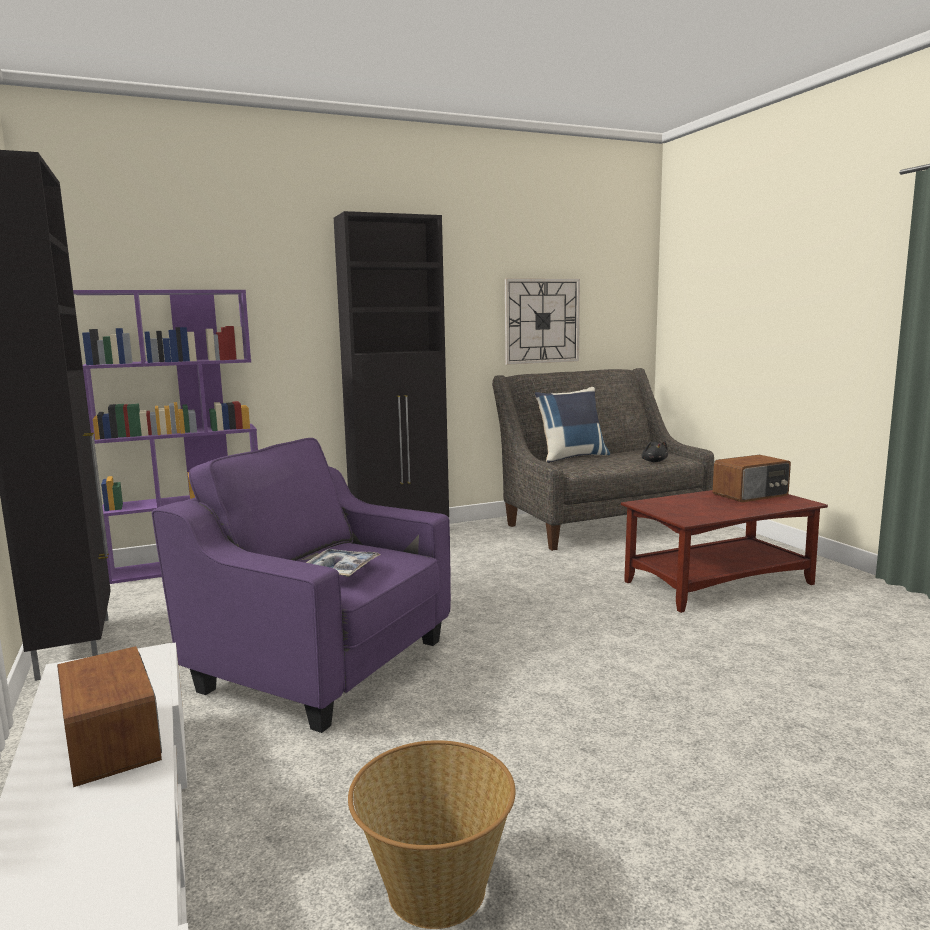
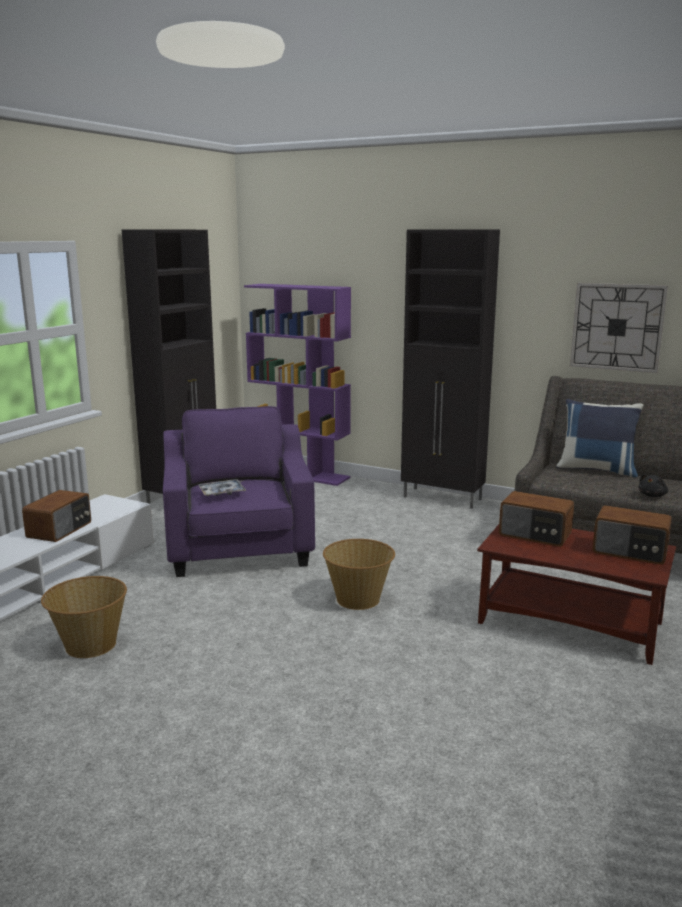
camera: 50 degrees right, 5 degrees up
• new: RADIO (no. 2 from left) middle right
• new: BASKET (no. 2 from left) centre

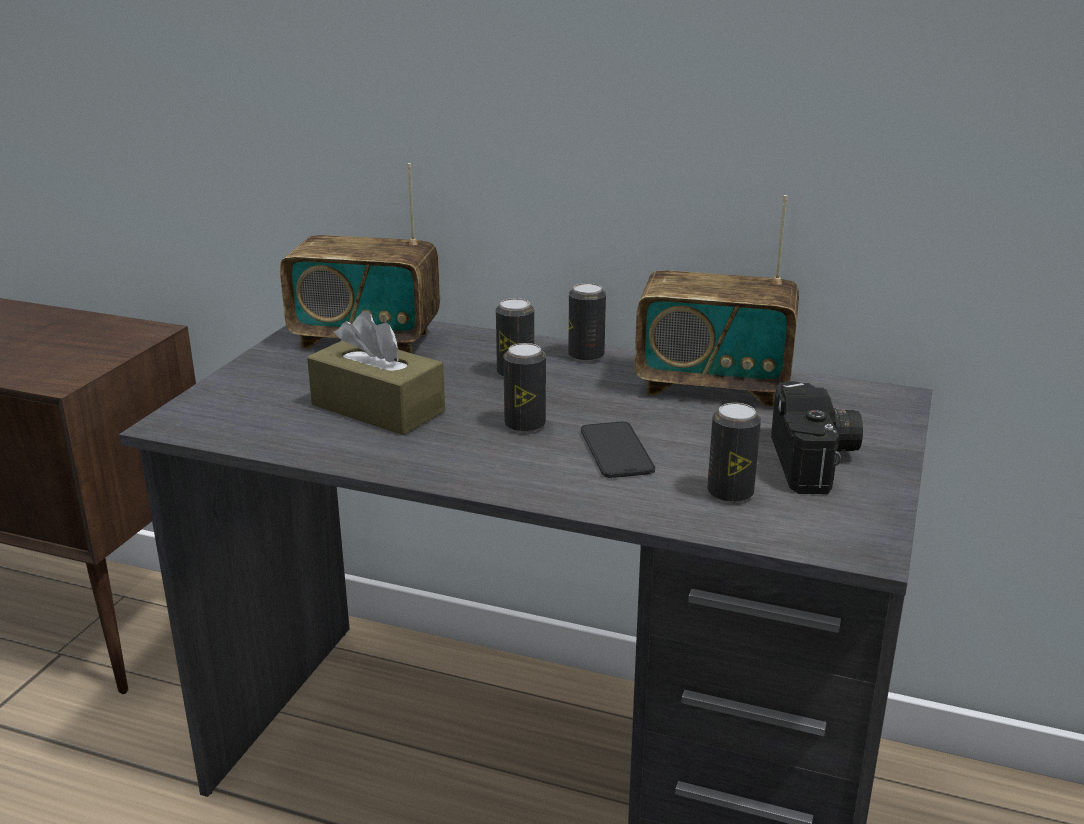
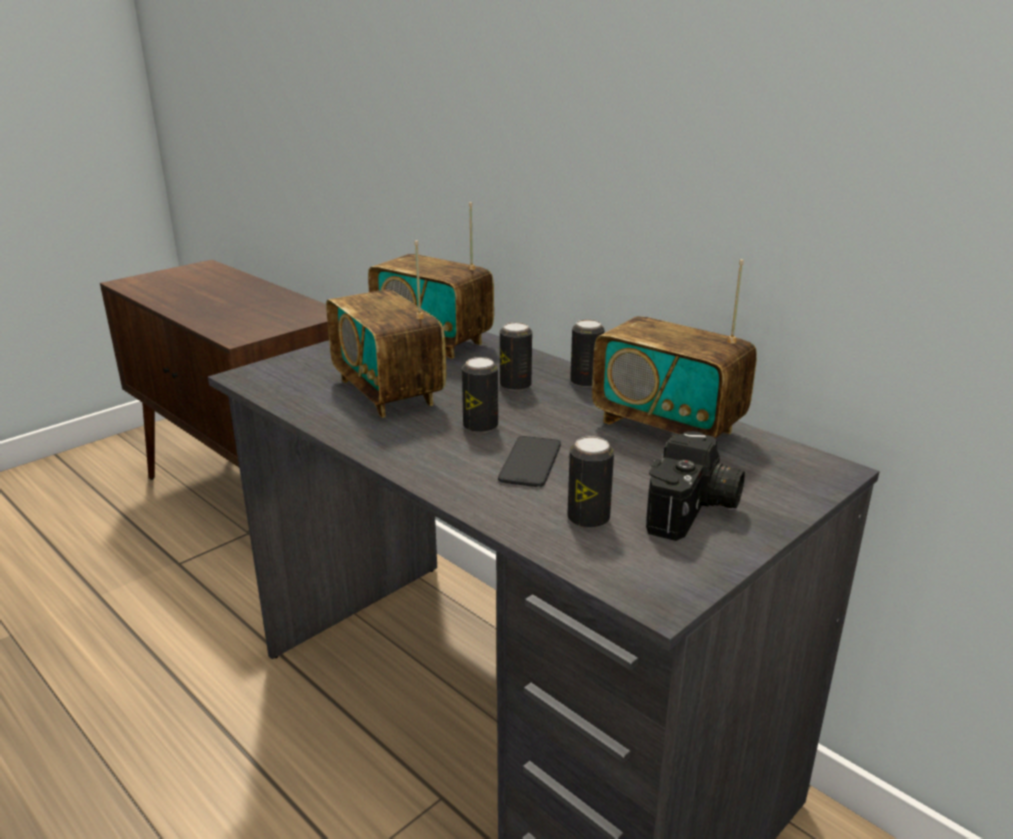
camera: 25 degrees right, 0 degrees up
• swapped: BROWN TISSUE BOX centre to RADIO (no. 1 from left) centre

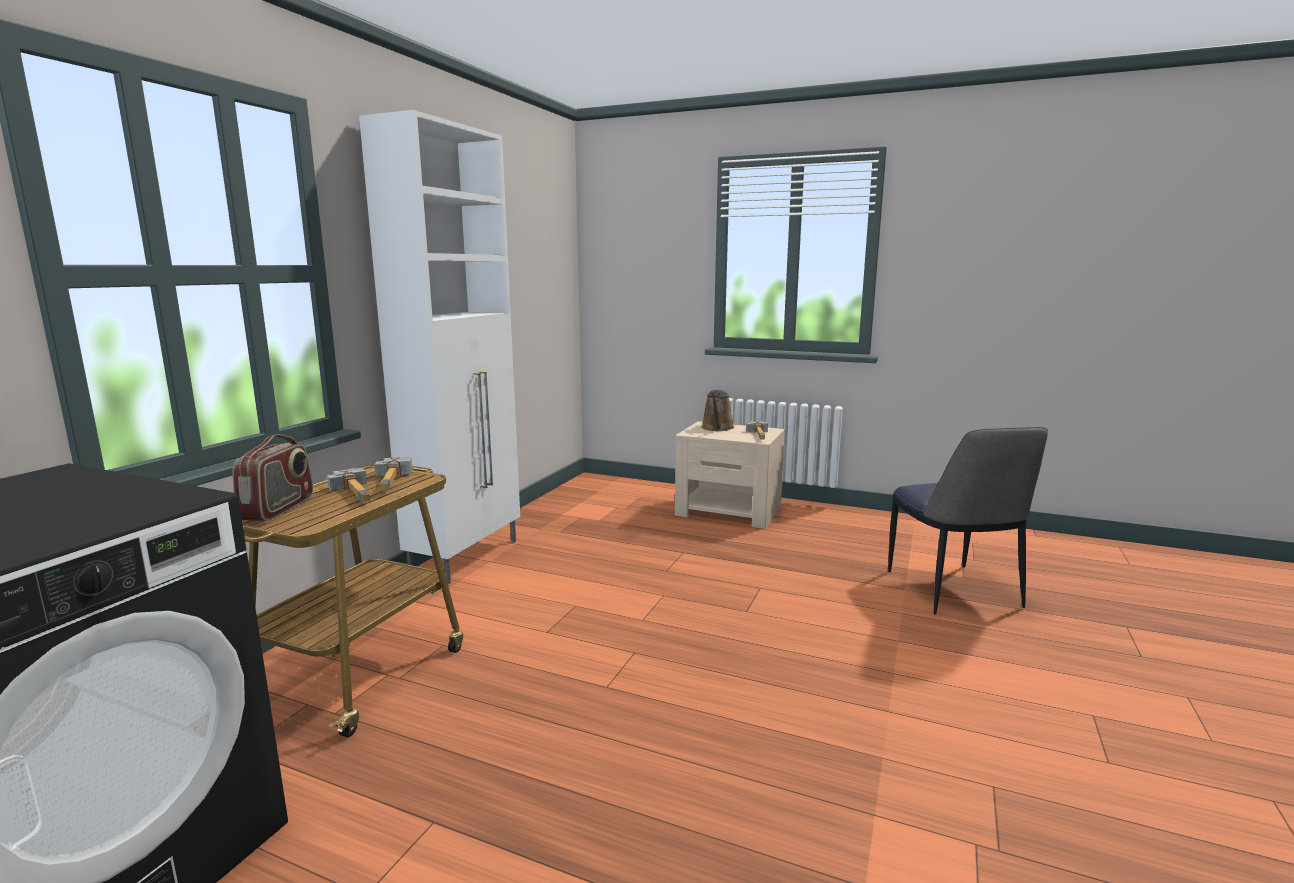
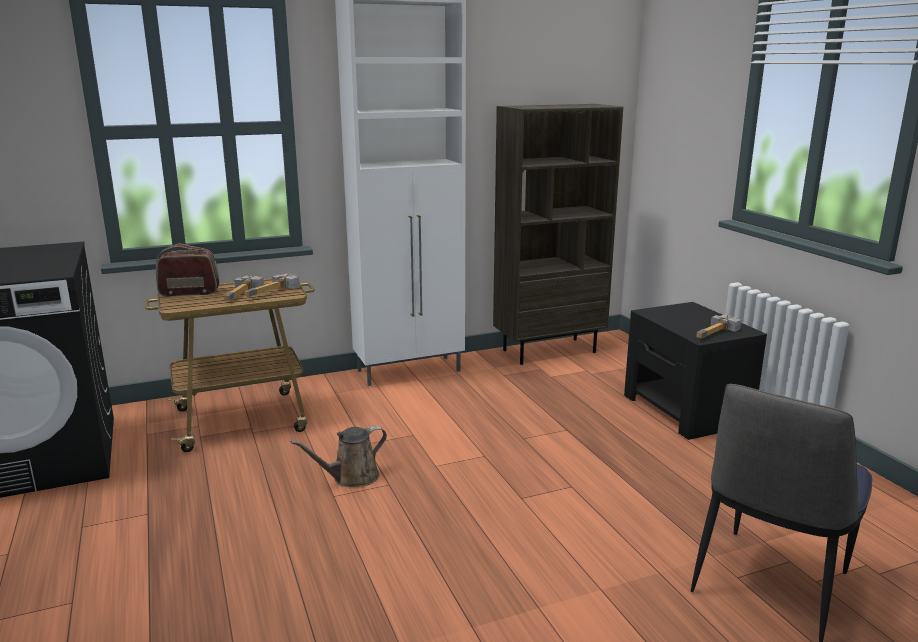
camera: 45 degrees right, 5 degrees up
• shifted: BROWN WATERING CAN centre to bottom centre
• repainted: BEIGE NIGHTSTAND centre to BLACK NIGHTSTAND middle right
• rotated: RADIO middle left = middle left 150 degrees counterclockwise
• new: BROWN BOOKCASE centre

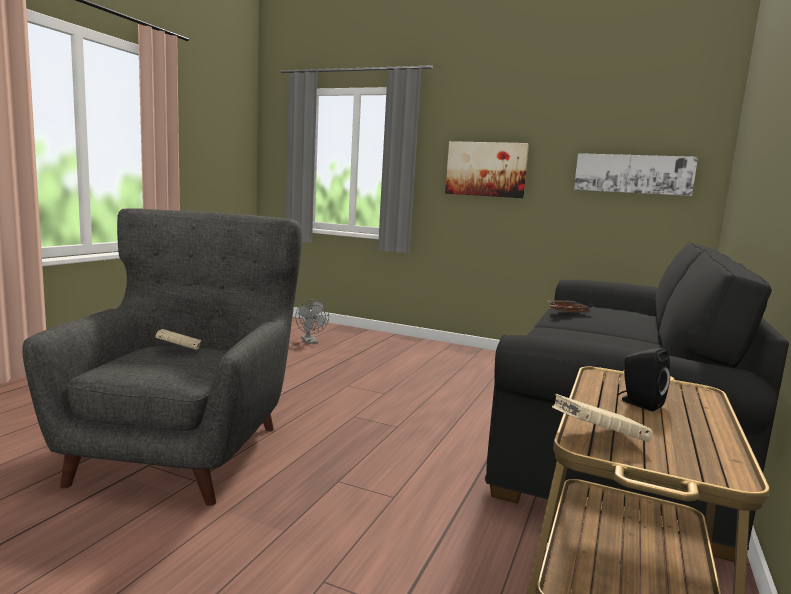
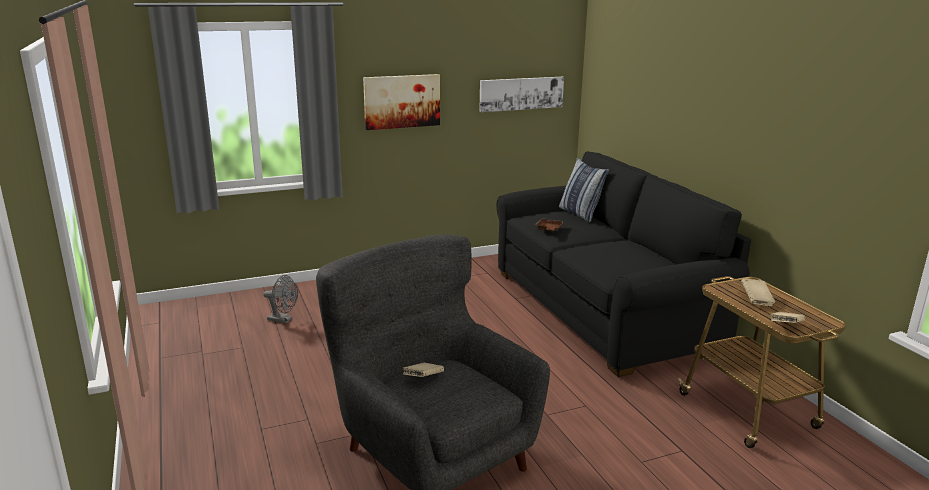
camera: 45 degrees left, 10 degrees up
• swapped: BLACK SPEAKER middle right to BEIGE BOOK (no. 2 from left) middle right
• new: PILLOW centre

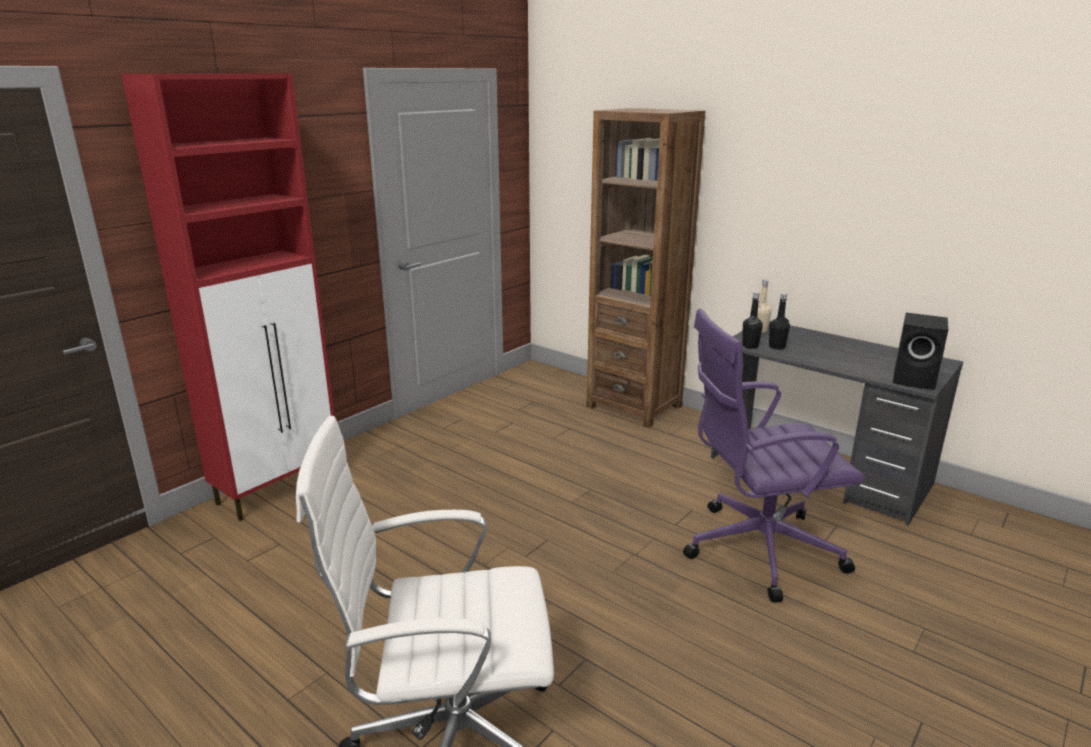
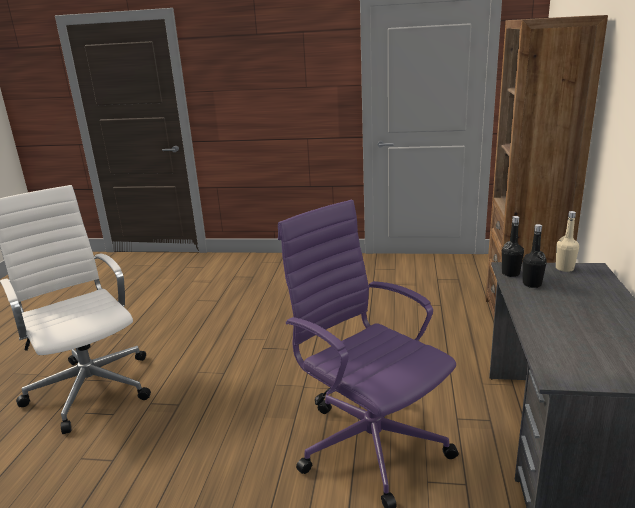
camera: 60 degrees right, 0 degrees up
• gone: RED CABINET middle left
• gone: BLACK SPEAKER middle right

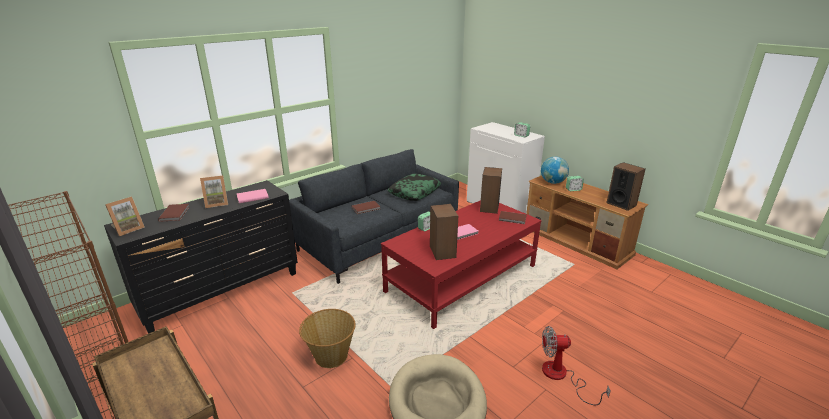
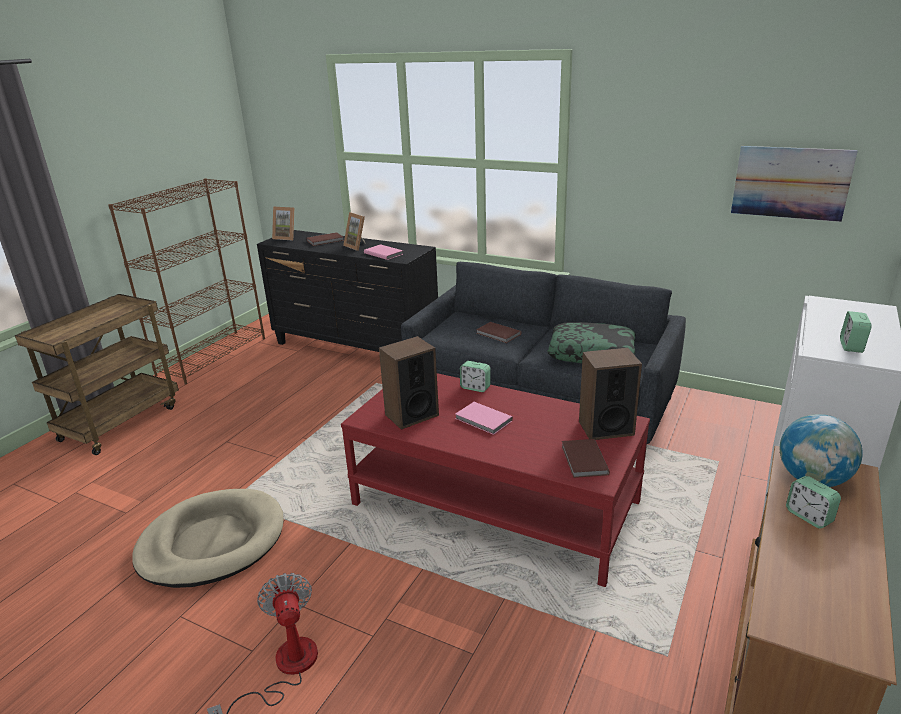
camera: 70 degrees right, 0 degrees up
• gone: SPEAKER (no. 3 from left) middle right
• gone: BASKET bottom centre
• new: PICTURE top right

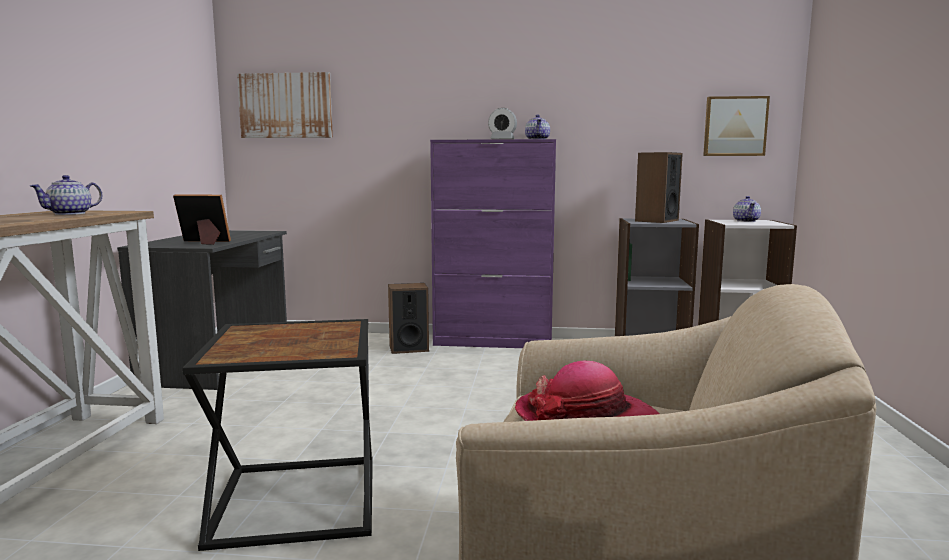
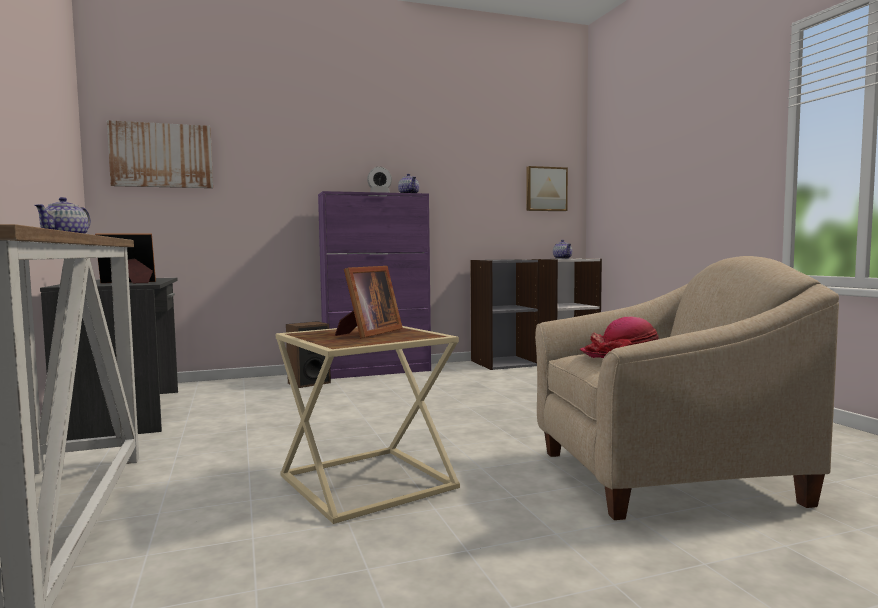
camera: 25 degrees left, 5 degrees down
• gone: SPEAKER (no. 2 from left) middle right
• repainted: BLACK SIDE TABLE bottom left to BEIGE SIDE TABLE bottom centre
• new: PICTURE FRAME (no. 2 from left) centre

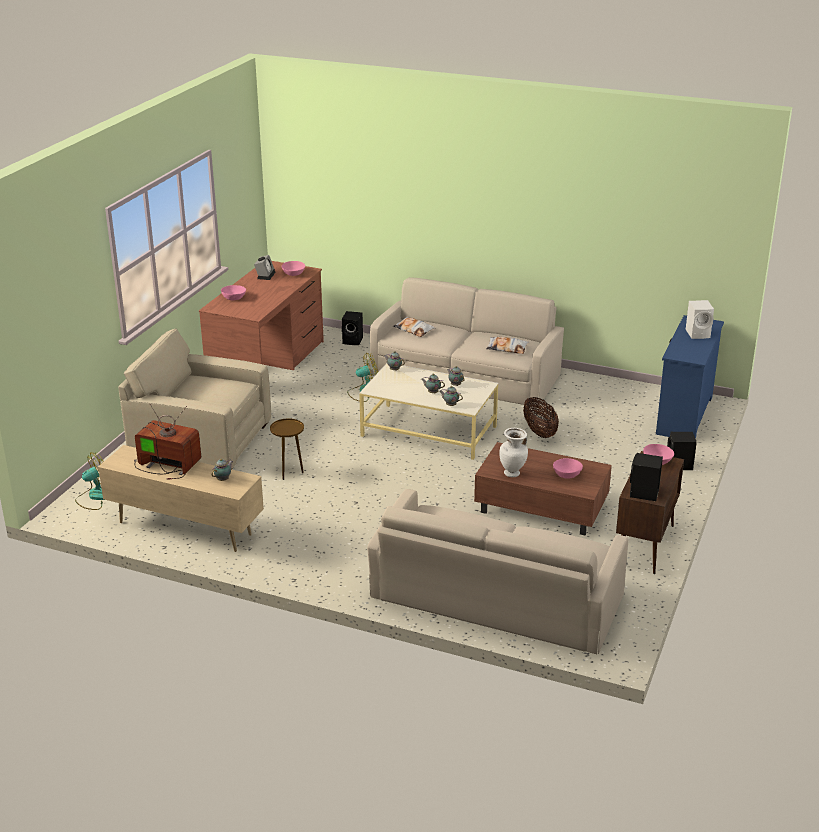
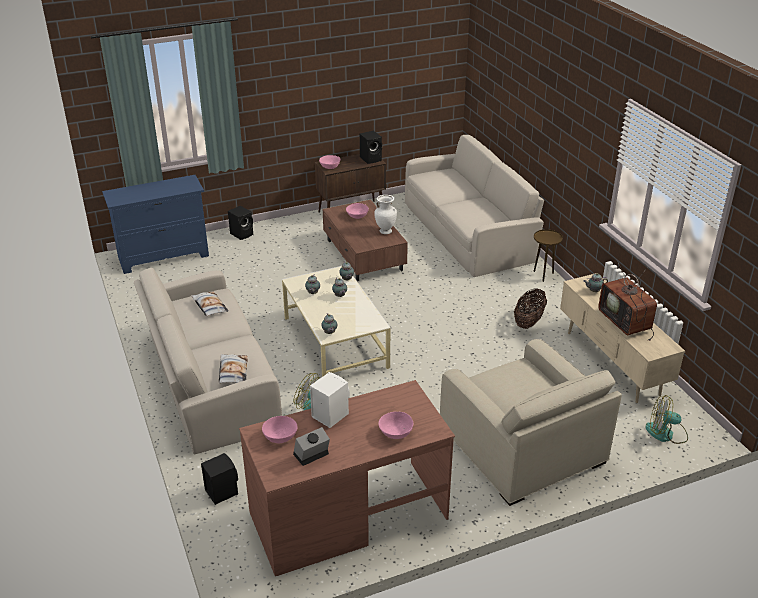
camera: 135 degrees left, 5 degrees up
• shifted: WHITE SPEAKER middle right to bottom centre
• shifted: BASKET centre to middle right
• shifted: BROWN SIDE TABLE centre to middle right

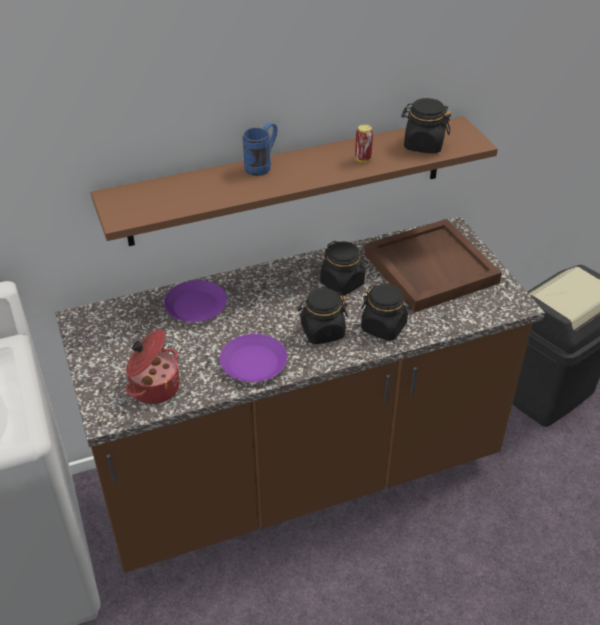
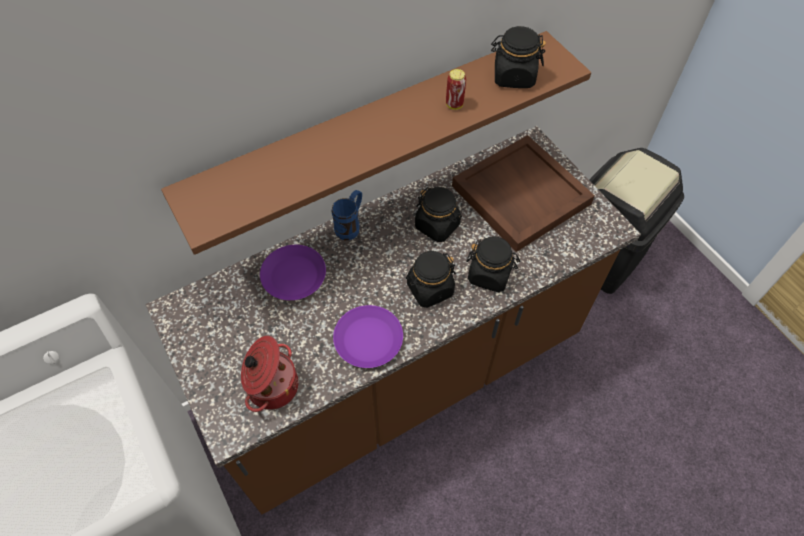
camera: 10 degrees left, 15 degrees up
• shifted: BLUE MUG top centre to centre

